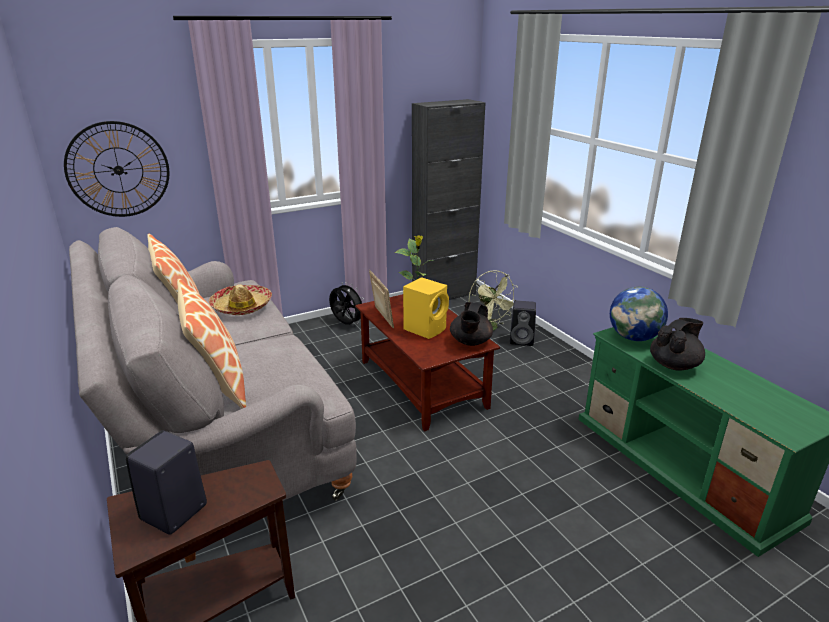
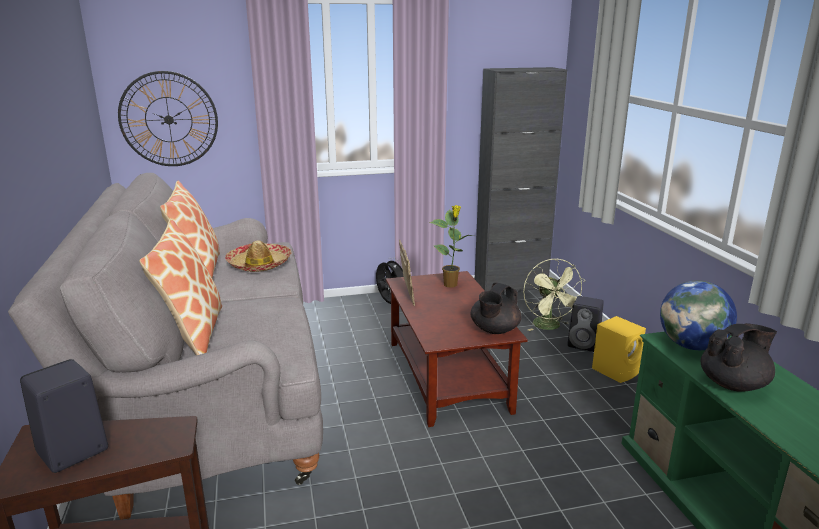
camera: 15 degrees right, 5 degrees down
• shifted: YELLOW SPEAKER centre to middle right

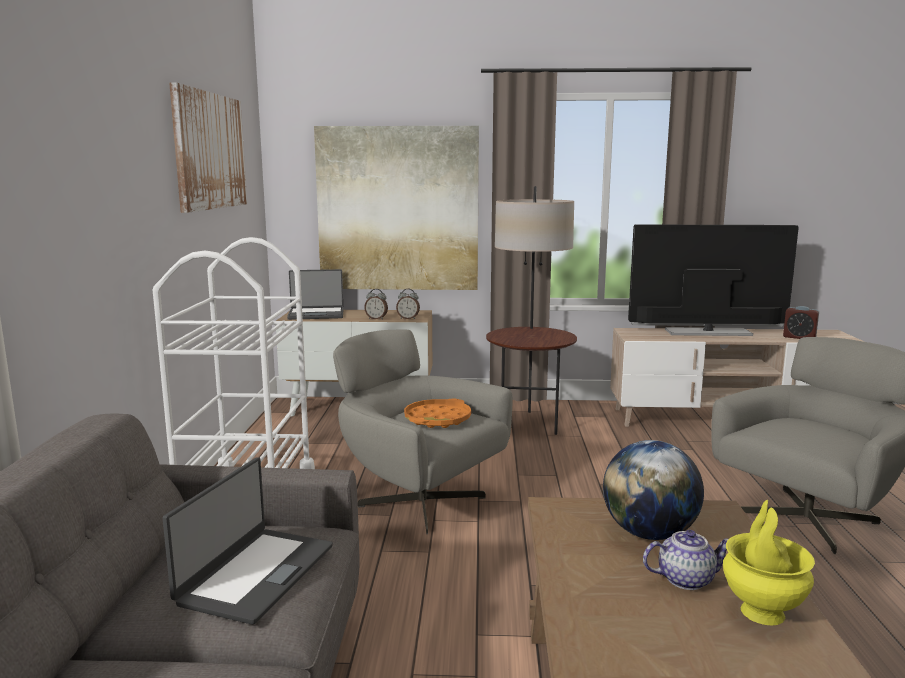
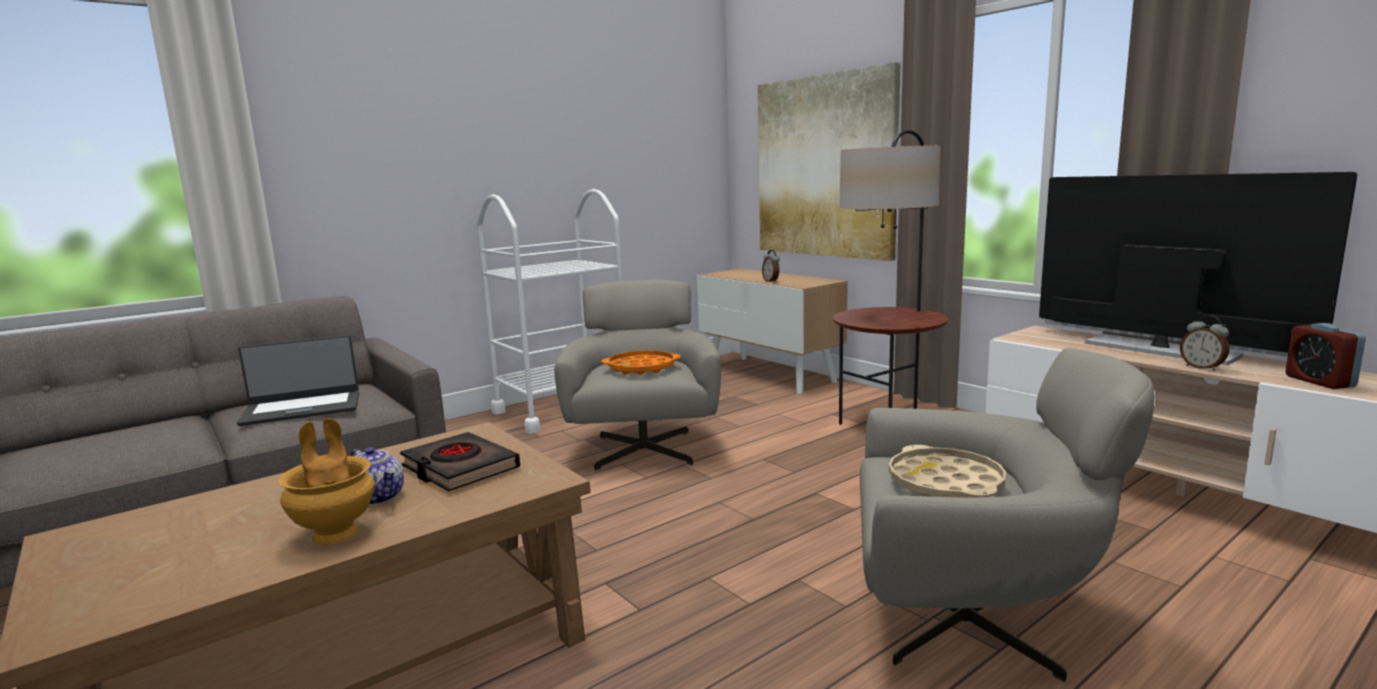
camera: 50 degrees right, 0 degrees up
• gone: PICTURE (no. 1 from left) top left
• gone: LAPTOP (no. 2 from left) centre
• shifted: ALARM CLOCK (no. 2 from left) centre to middle right
• swapped: GLOBE bottom right to BLACK BOOK bottom centre
• repainted: YELLOW VASE bottom right to BROWN VASE bottom left
• new: BEIGE TRAY bottom right

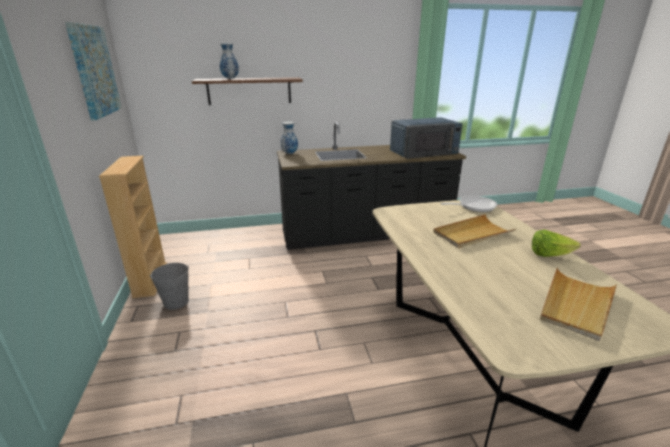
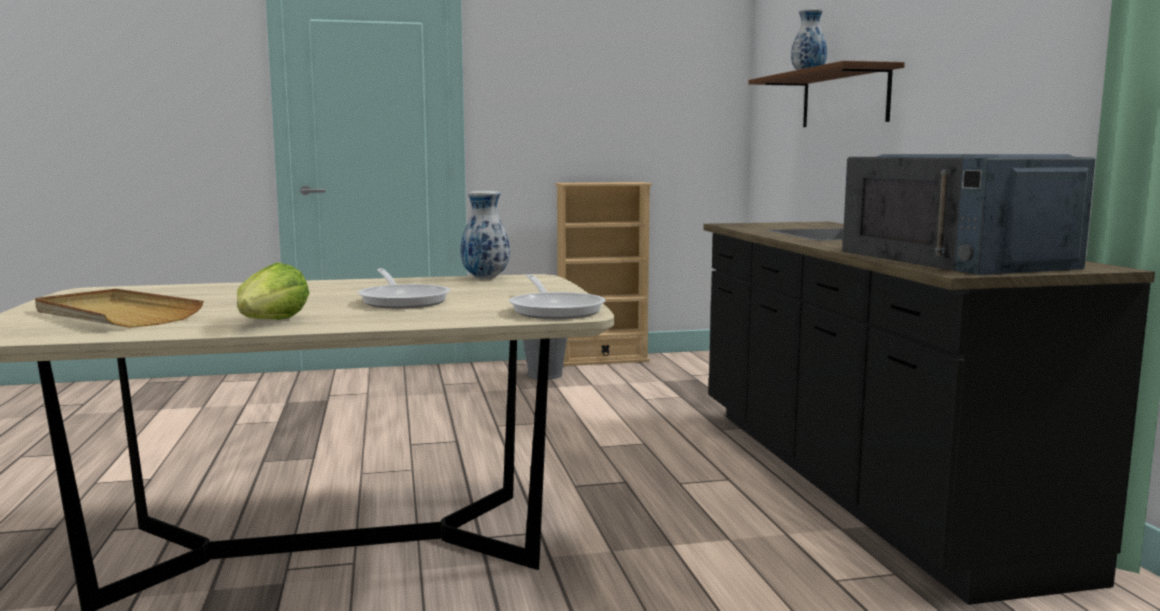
camera: 90 degrees right, 15 degrees down
• gone: PICTURE top left
• shifted: VASE (no. 2 from left in the first image) top centre to VASE (no. 1 from left) centre
• swapped: BEIGE TRAY (no. 1 from left) middle right to FRYING PAN (no. 1 from left) centre

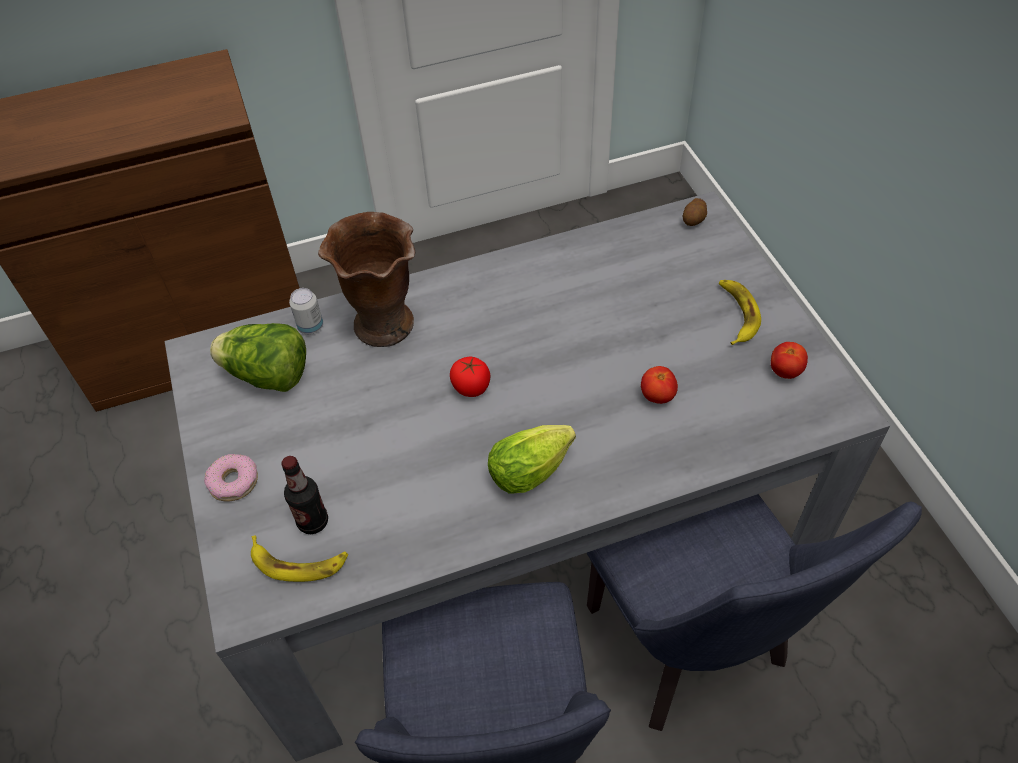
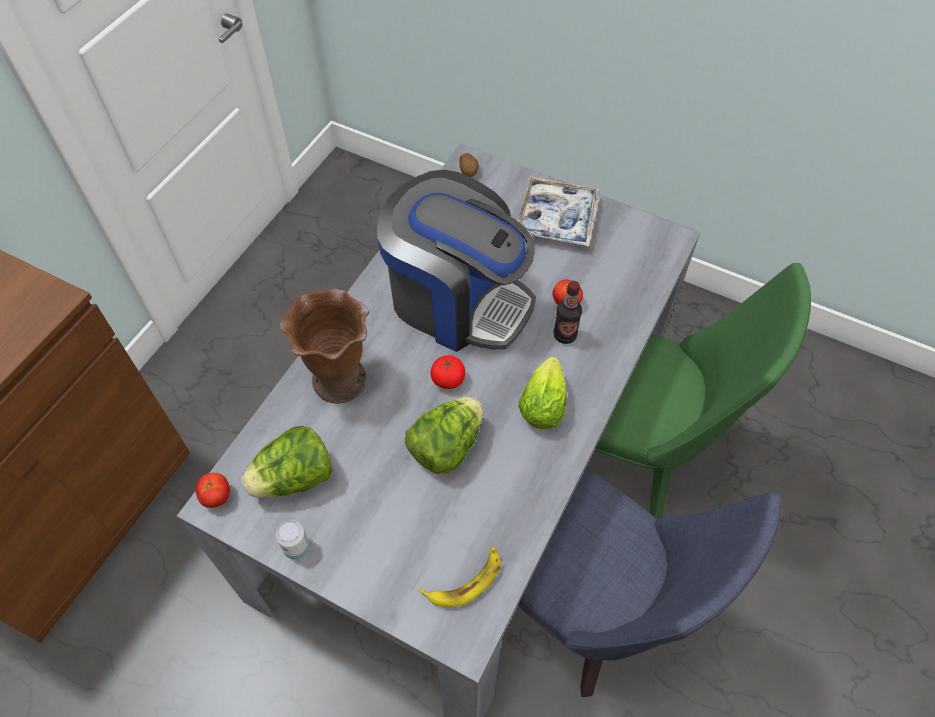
camera: 45 degrees left, 5 degrees up
• swapped: BANANA (no. 2 from left) middle right to TRAY top centre
• shifted: CAN middle left to bottom left
• shifted: TOMATO (no. 3 from left in the first image) middle right to TOMATO (no. 1 from left) bottom left
• gone: DONUT middle left
• shifted: BOTTLE middle left to centre
• repainted: BLUE CHAIR (no. 2 from left) bottom right to GREEN CHAIR middle right
• new: COFFEE MACHINE centre
• new: LETTUCE (no. 2 from left) centre

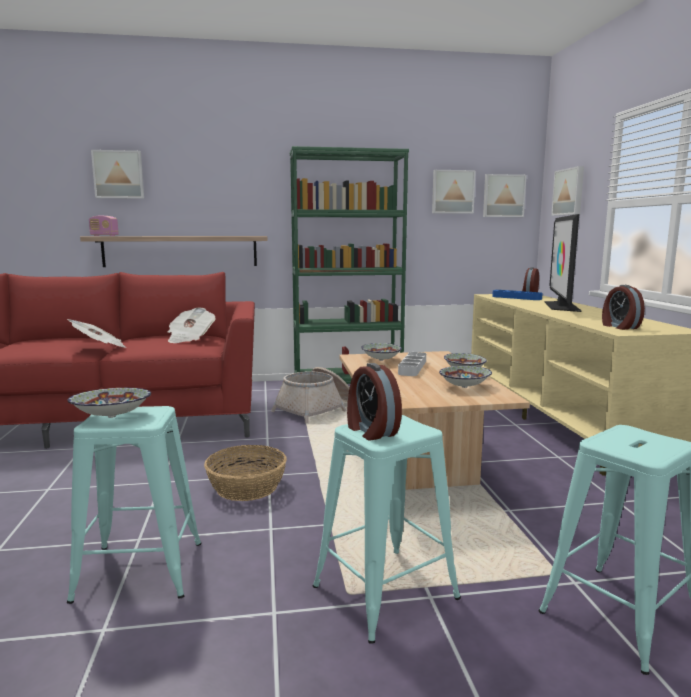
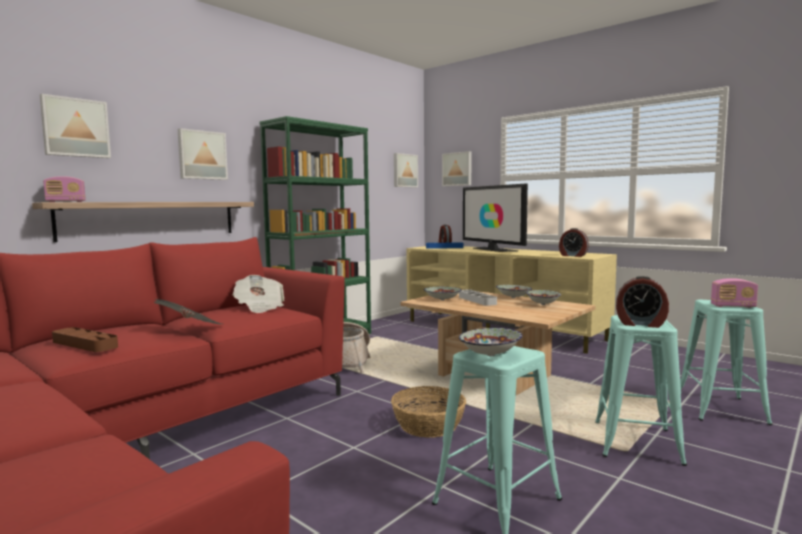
camera: 40 degrees left, 5 degrees down
• shifted: PICTURE (no. 2 from left) top centre to top left
• new: RADIO (no. 2 from left) middle right
• new: BROWN TRAY middle left

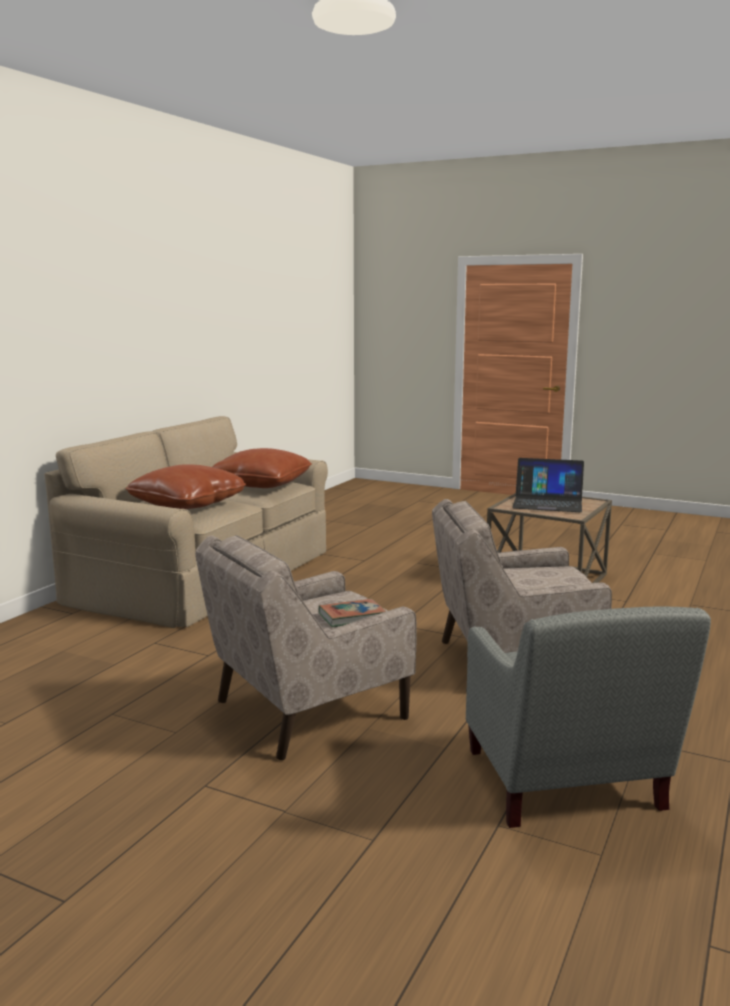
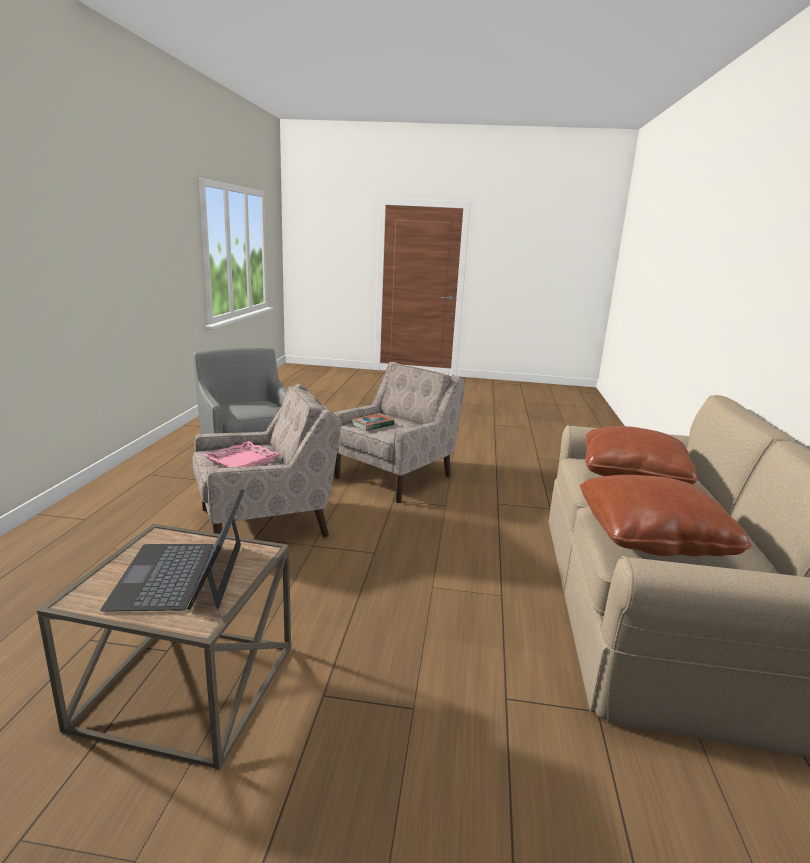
camera: 160 degrees right, 5 degrees up
• rotated: LAPTOP middle right = middle left 90 degrees counterclockwise
• new: PINK TRAY middle left

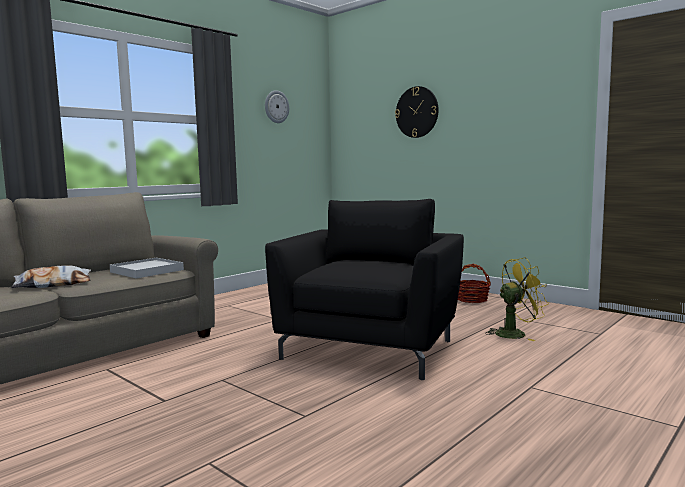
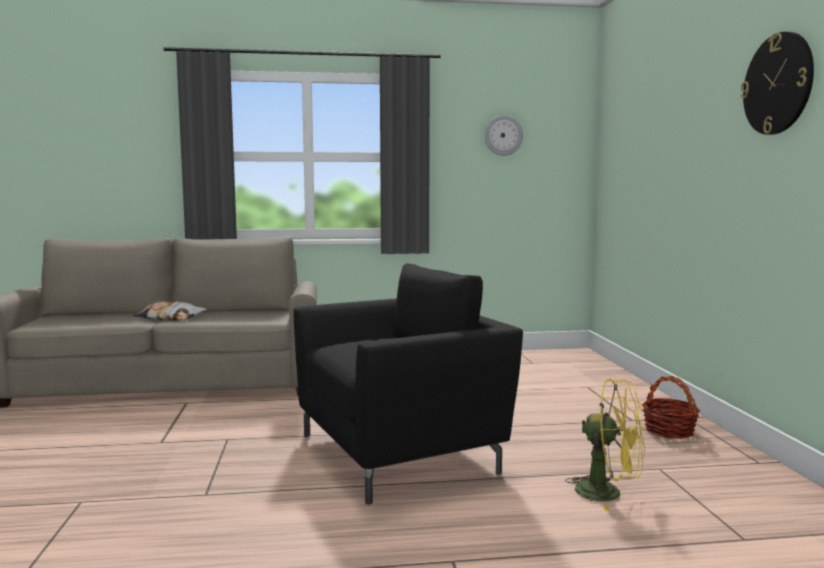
camera: 40 degrees right, 0 degrees up
• shifted: WALL CLOCK (no. 2 from left) top centre to top right
• gone: WHITE TRAY middle left

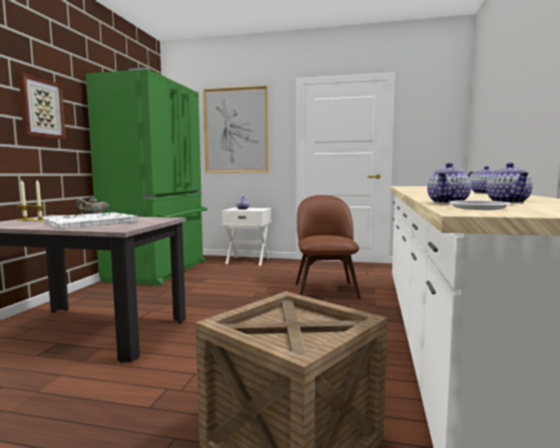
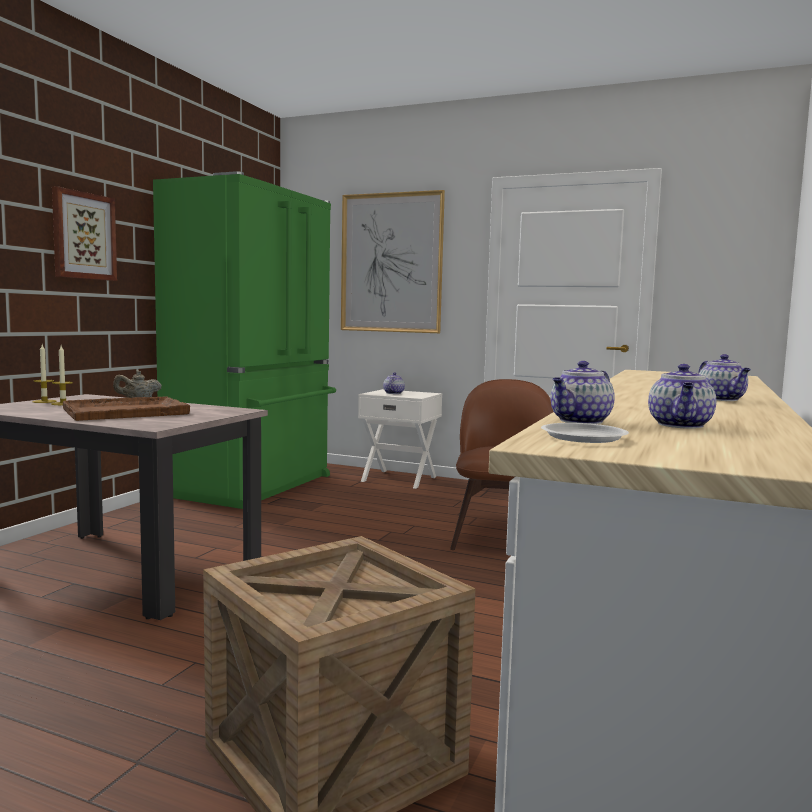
camera: 10 degrees right, 0 degrees up
• repainted: WHITE TRAY middle left to BROWN TRAY middle left

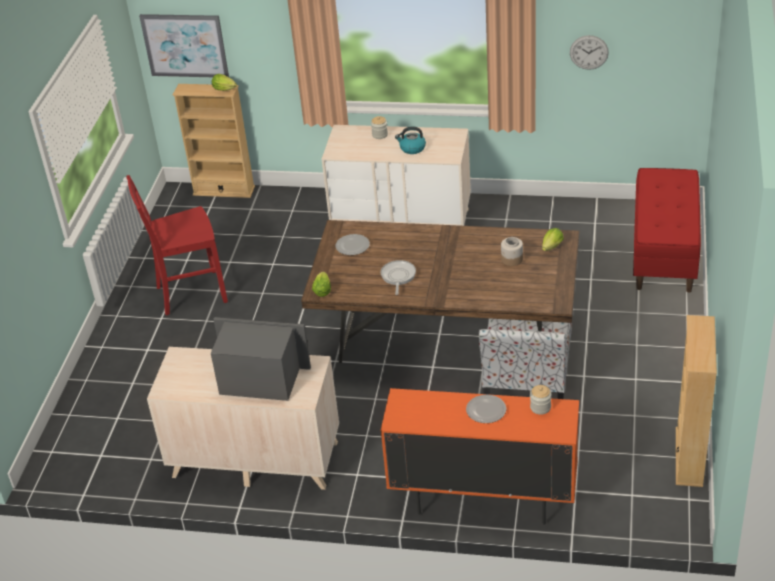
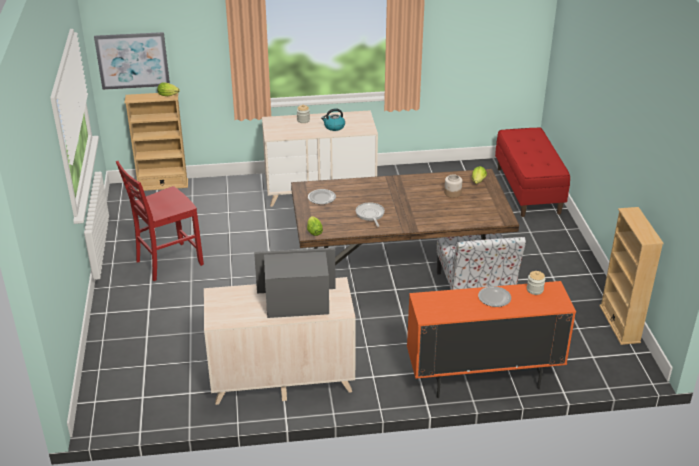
camera: 20 degrees left, 5 degrees down
• gone: WALL CLOCK top right

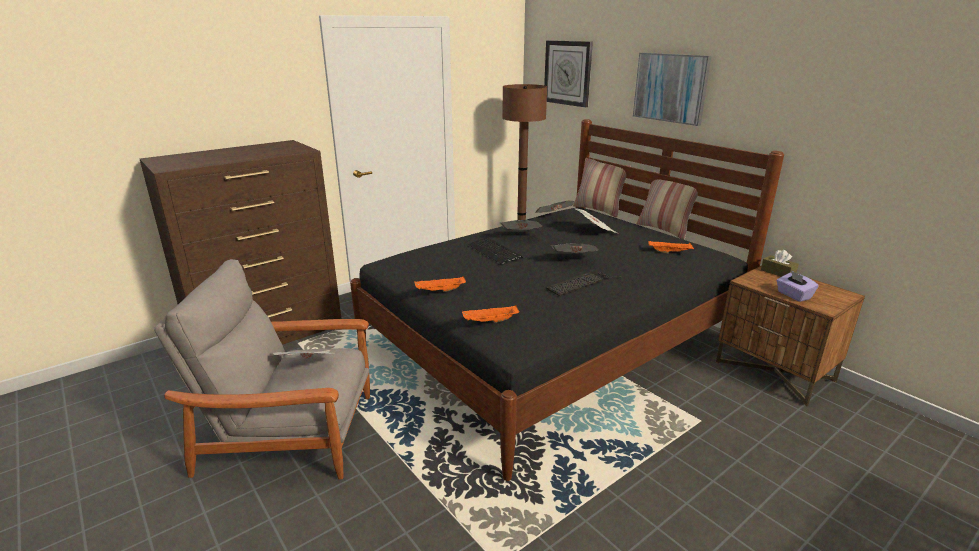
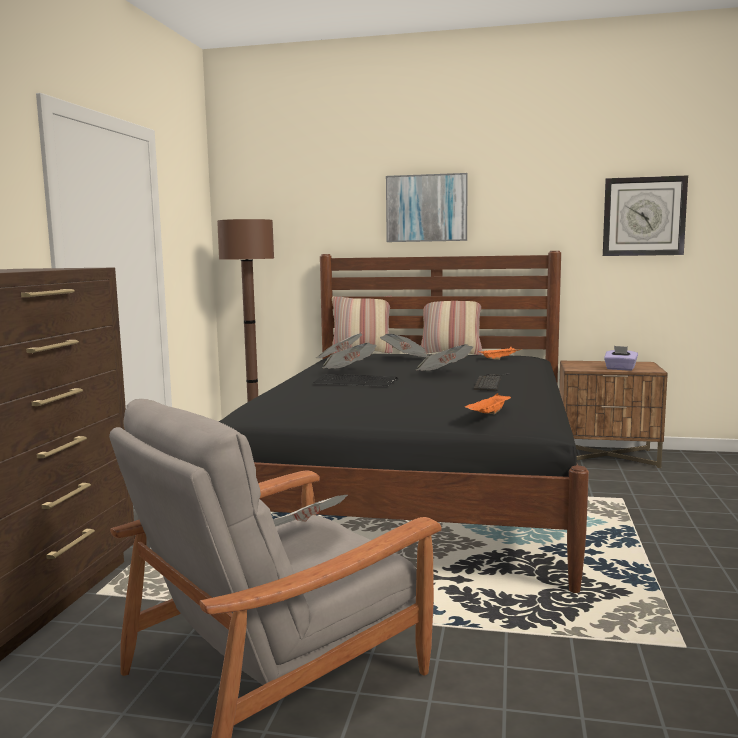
camera: 40 degrees left, 15 degrees down
• shifted: WALL CLOCK top centre to top right
• gone: BROWN TISSUE BOX middle right
• gone: ORANGE TRAY (no. 1 from left) centre

